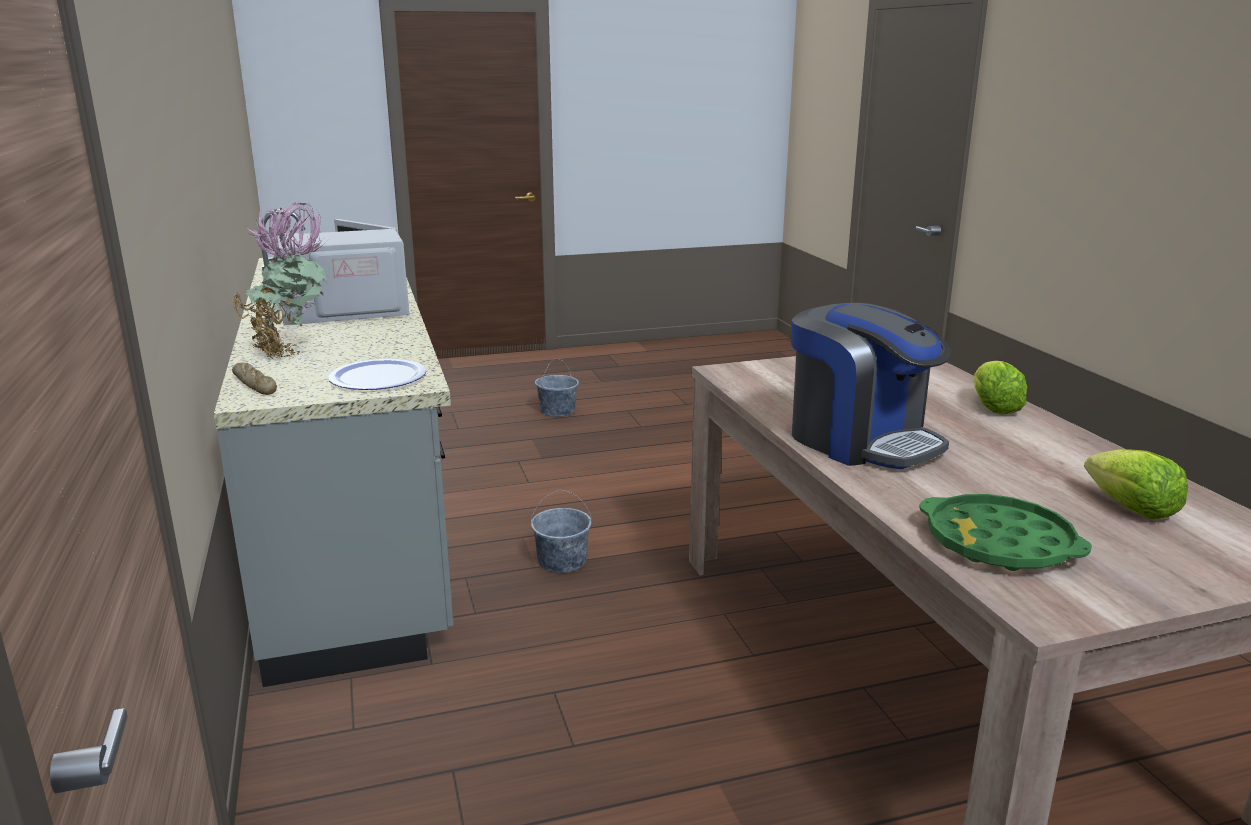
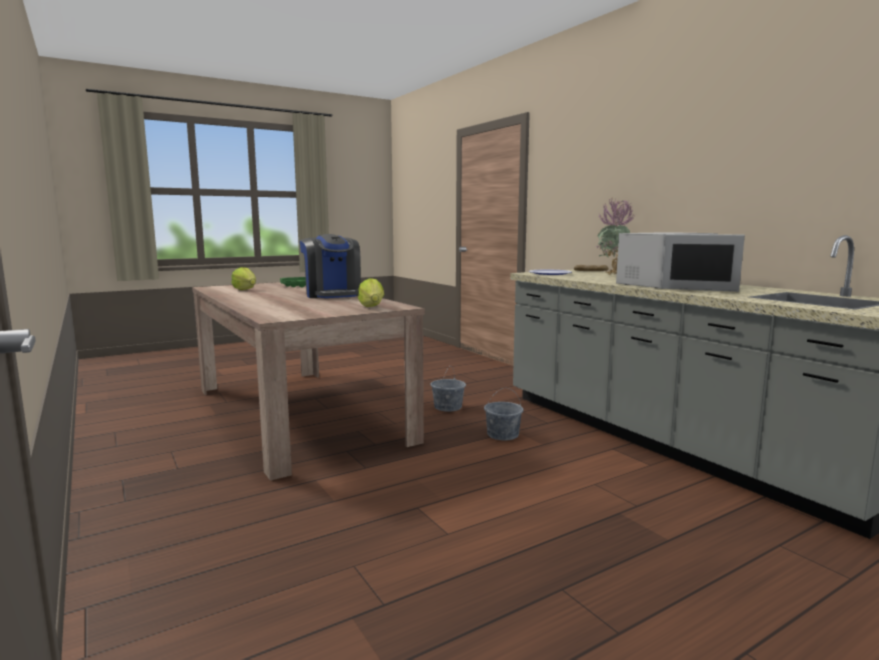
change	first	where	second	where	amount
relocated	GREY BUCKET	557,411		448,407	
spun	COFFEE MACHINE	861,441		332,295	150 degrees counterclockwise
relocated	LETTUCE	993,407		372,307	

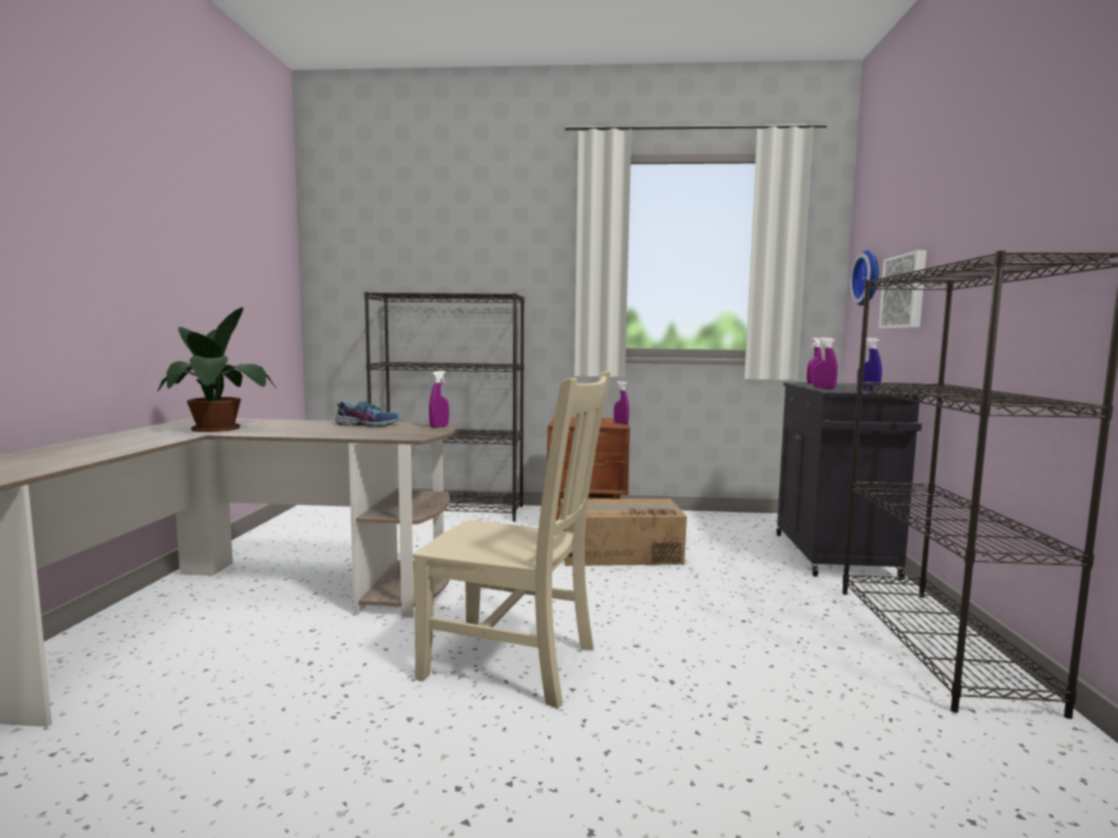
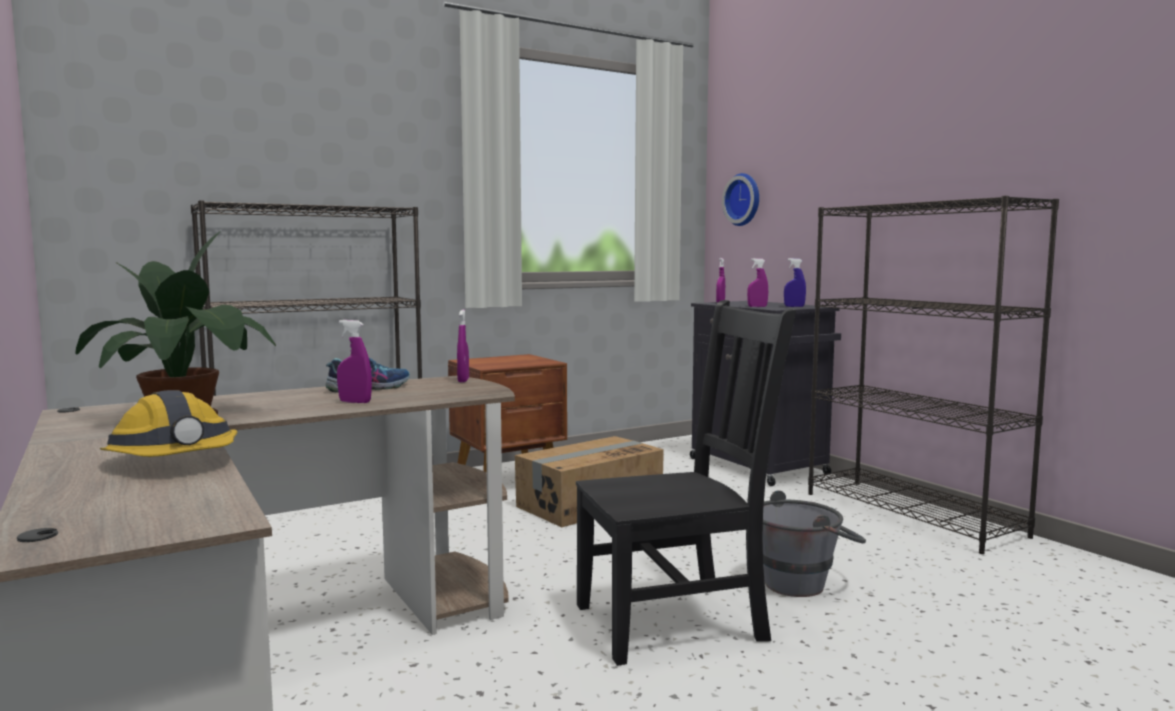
change	first	where	second	where	amount
colour	BEIGE CHAIR	515,663	BLACK CHAIR	676,621	
relocated	PURPLE SPRAY BOTTLE	621,423		355,402	
missing	PICTURE	905,291			
appeared			HARD HAT	174,460	
appeared			GREY BUCKET	805,583	

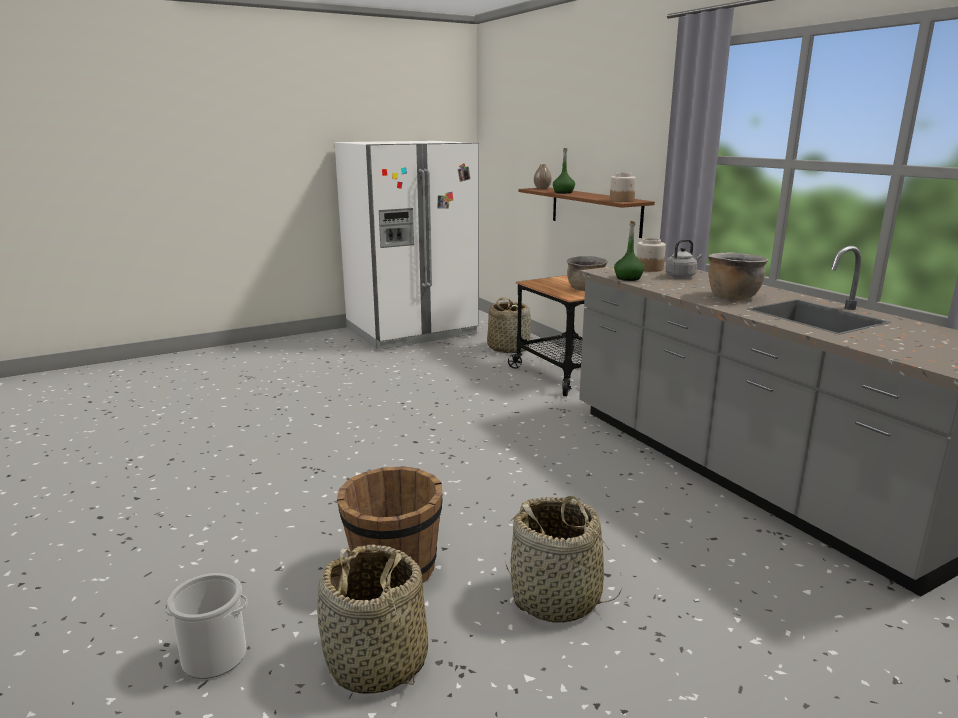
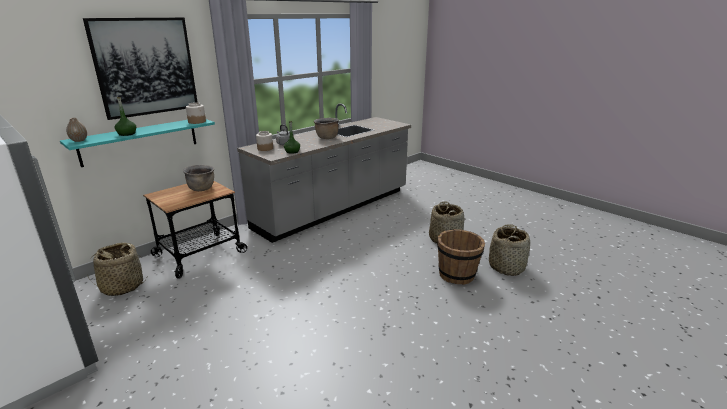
change	first	where	second	where	amount
missing	BUCKET	213,657			
colour	BROWN SHELF	595,211	TURQUOISE SHELF	140,141	
appeared			PICTURE	145,67	

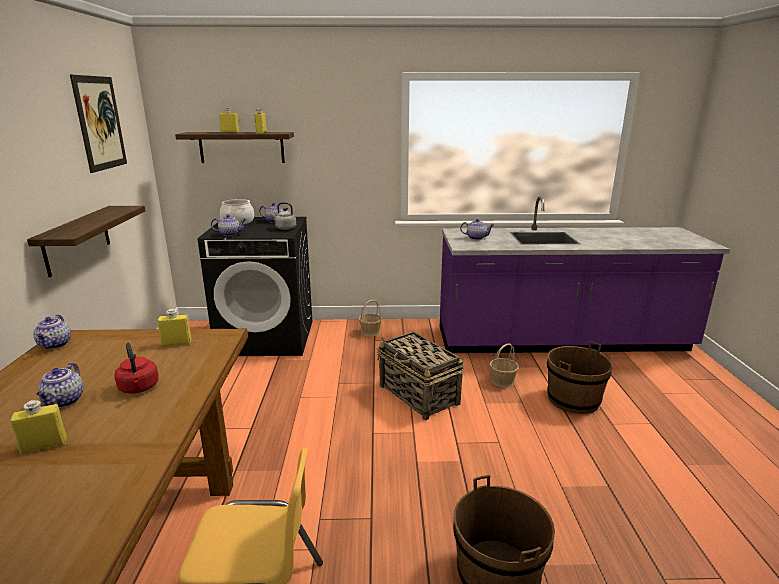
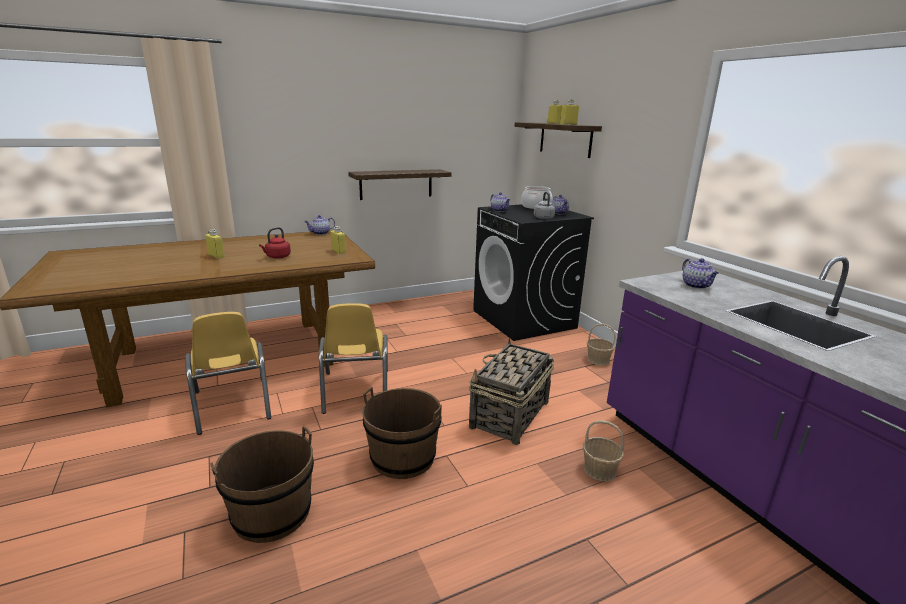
change	first	where	second	where	amount
missing	TEAPOT	64,401			
missing	PICTURE	100,123			
relocated	BROWN BUCKET	573,400		402,458	
appeared			YELLOW CHAIR	355,391	

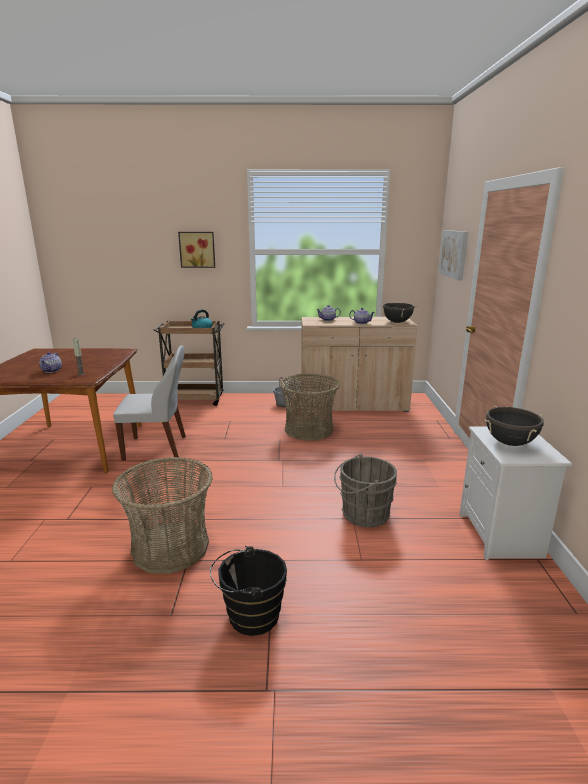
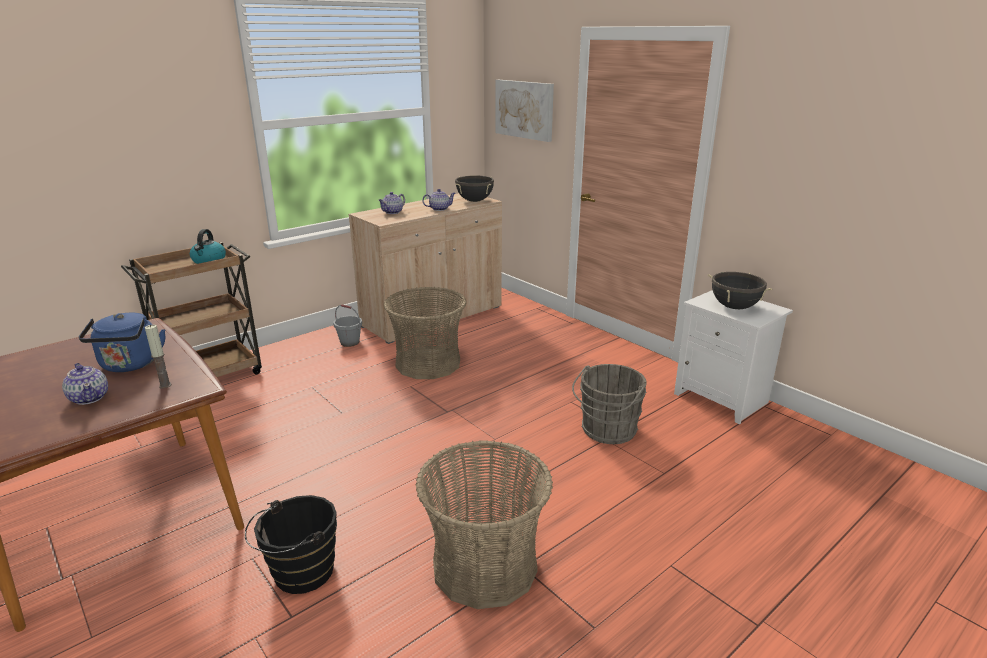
change	first	where	second	where	amount
missing	WHITE CHAIR	157,448			
missing	PICTURE	197,249			
relocated	BLACK BUCKET	249,615		299,574	
appeared			BLUE KETTLE	130,365	

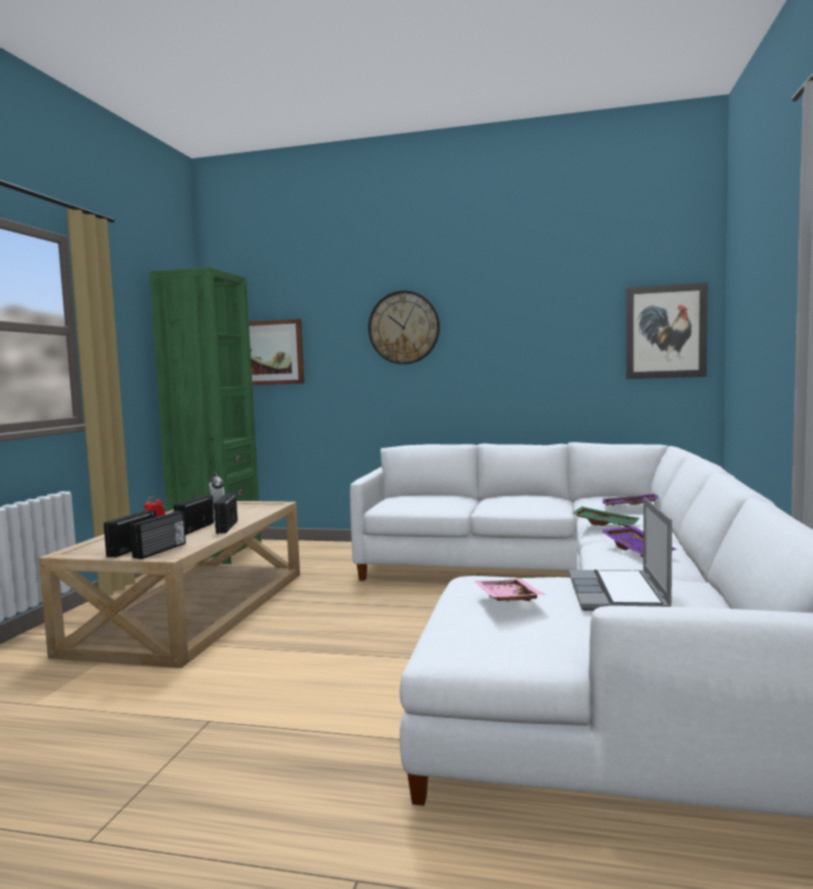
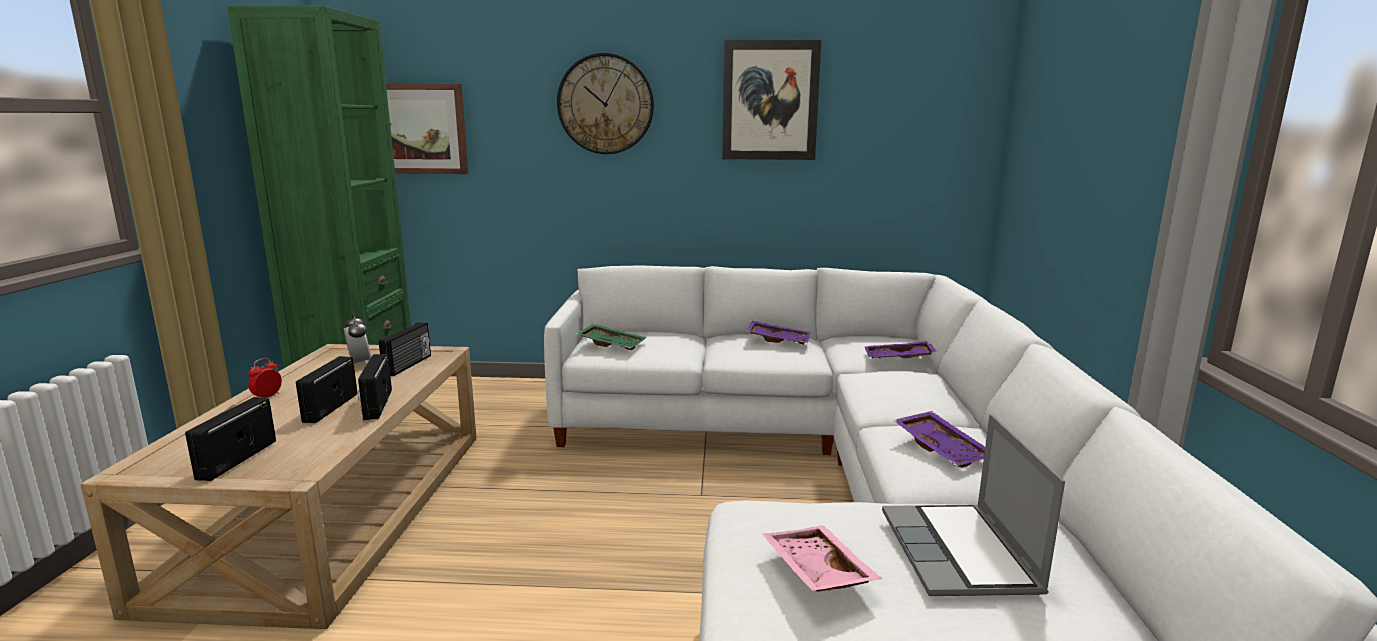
change	first	where	second	where	amount
relocated	RADIO	161,550		408,365	
relocated	GREEN TRAY	606,524		612,344	
relocated	PICTURE	665,331		770,101	
appeared			PURPLE TRAY	778,340	

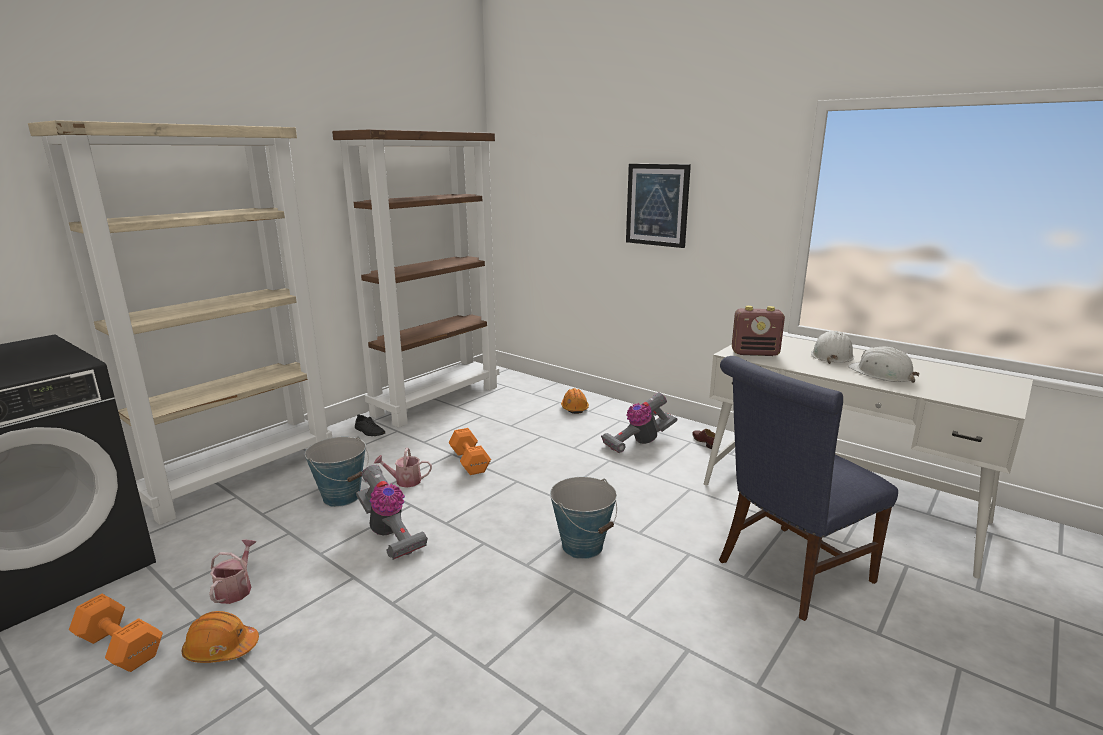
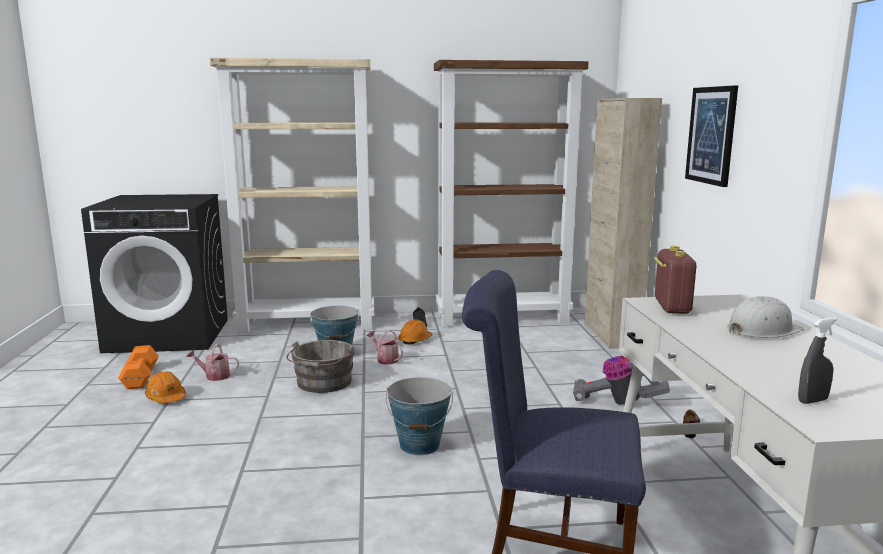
change	first	where	second	where	amount
spun	WATERING CAN	236,589		214,376	135 degrees counterclockwise
exchanged	VACUUM CLEANER	389,534	GREY BUCKET	323,383	
missing	ORANGE DUMBBELL	469,461			
relocated	ORANGE HARD HAT	574,408		415,340	
spun	RADIO	755,353		671,307	135 degrees counterclockwise
missing	WHITE HARD HAT	881,373			
appeared			BEIGE CABINET	611,335	
appeared			GREY SPRAY BOTTLE	812,401	

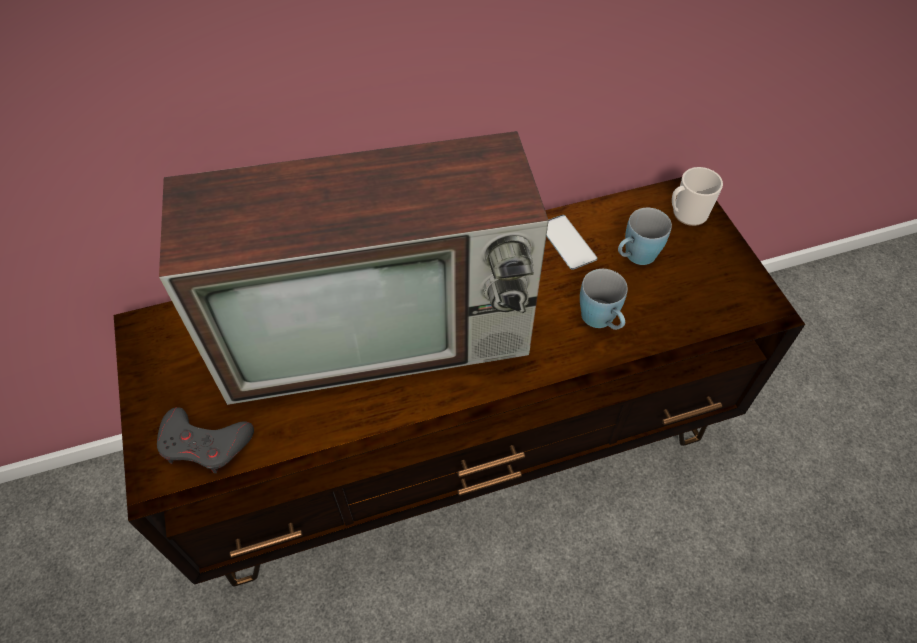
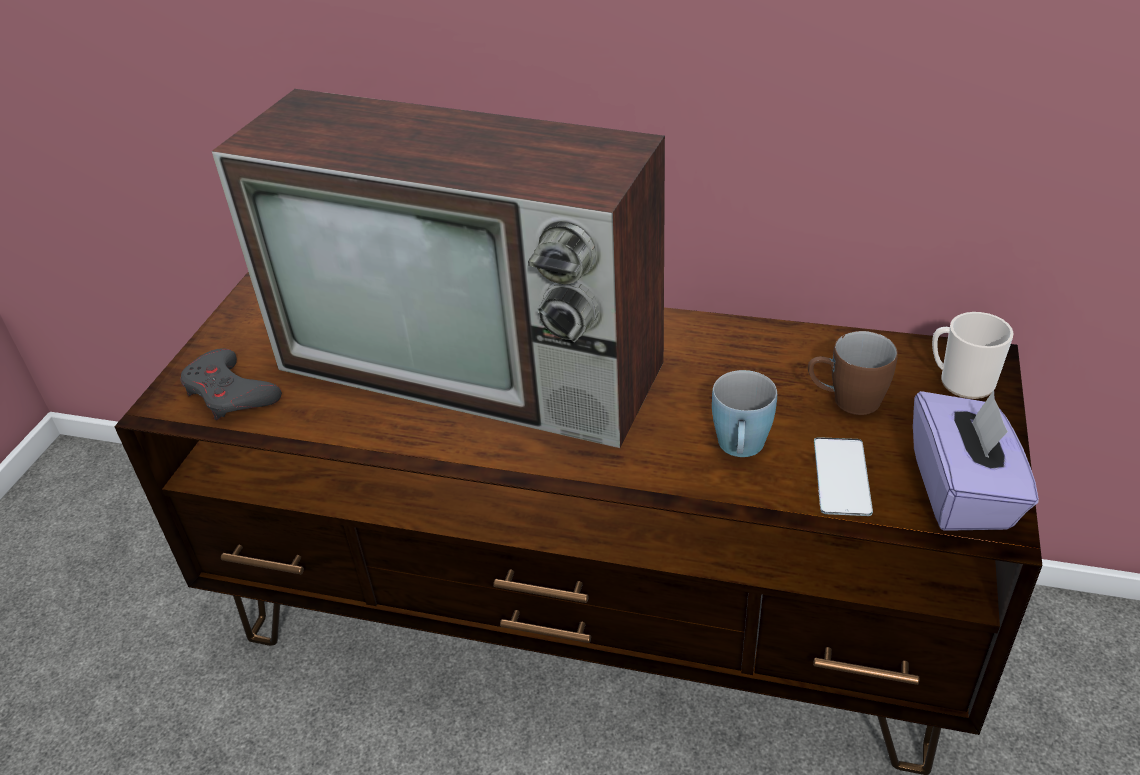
change	first	where	second	where	amount
relocated	PHONE	567,242		841,476	
colour	BLUE MUG	635,257	BROWN MUG	845,401	
appeared			PURPLE TISSUE BOX	962,491	

